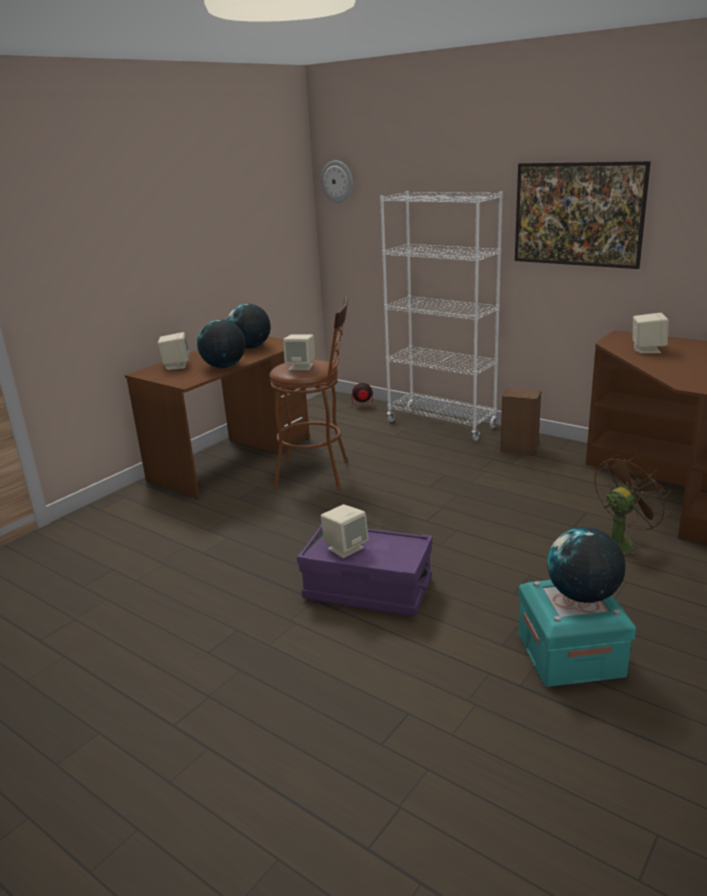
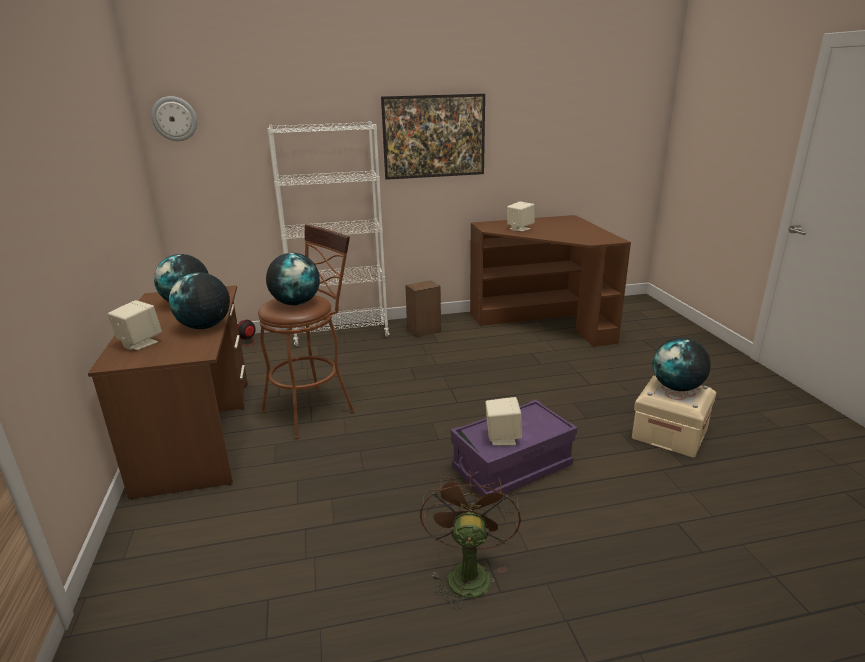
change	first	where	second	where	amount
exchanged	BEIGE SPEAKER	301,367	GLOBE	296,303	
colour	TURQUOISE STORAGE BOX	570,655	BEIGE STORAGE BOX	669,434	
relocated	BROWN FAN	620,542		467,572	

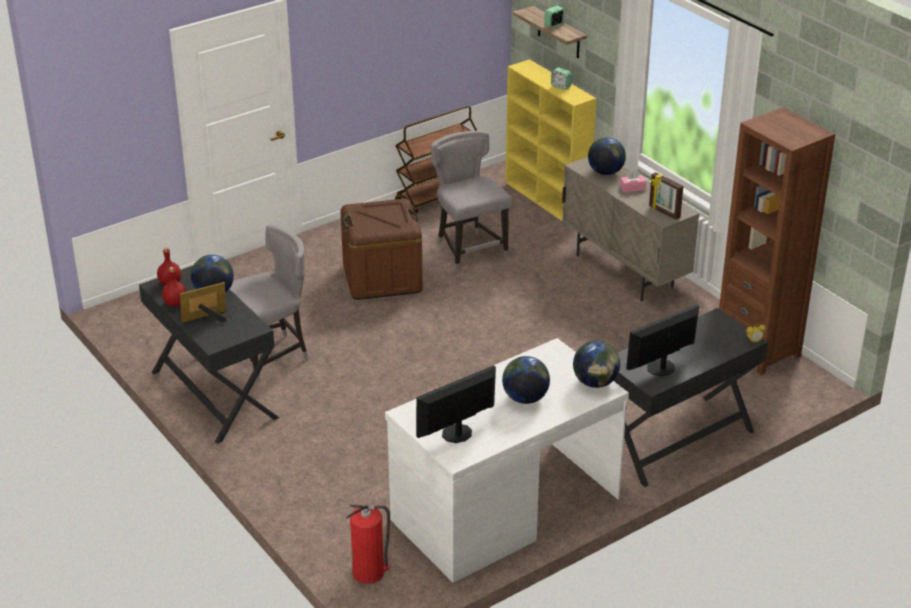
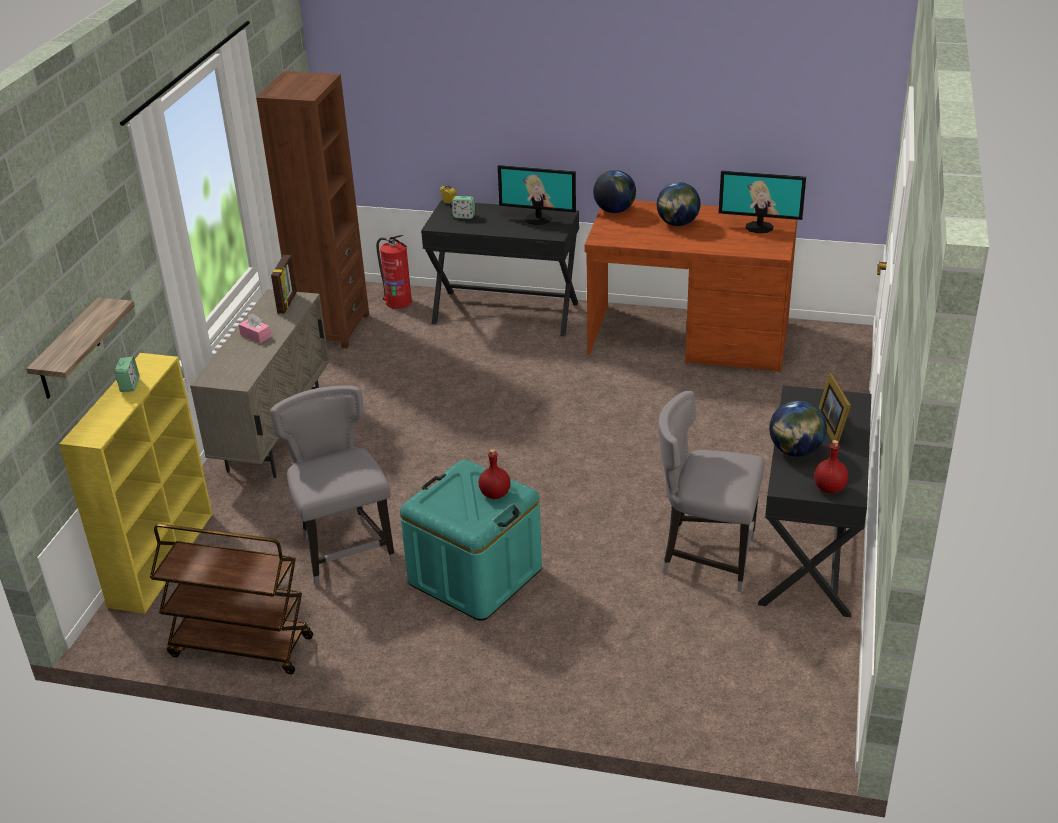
change	first	where	second	where	amount
relocated	RED BOTTLE	176,303		495,494	
spun	PICTURE FRAME	207,319		833,427	60 degrees clockwise
colour	BROWN STORAGE BOX	382,278	TURQUOISE STORAGE BOX	475,576	
relocated	FIRE EXTINGUISHER	369,572		398,302	
colour	WHITE DESK	504,508	BROWN DESK	689,338	
spun	GREY CHAIR	469,250		344,550	135 degrees clockwise
relocated	ALARM CLOCK	554,25		464,216	
missing	GLOBE	605,172			

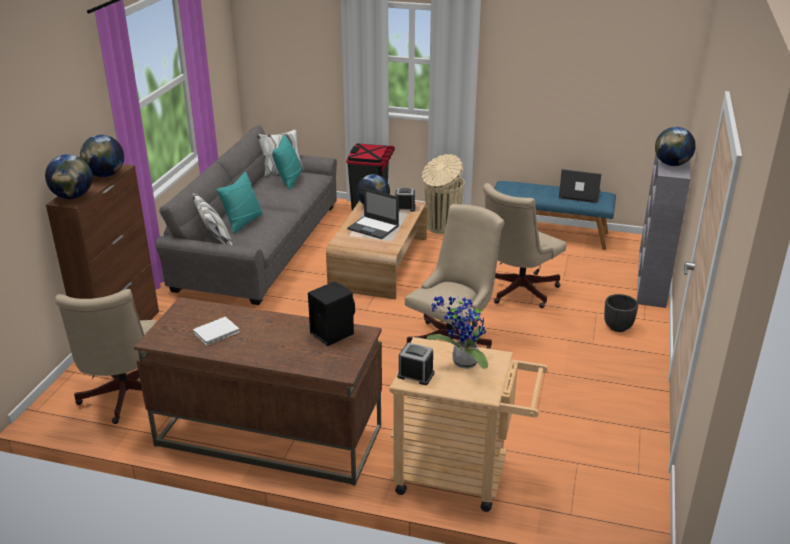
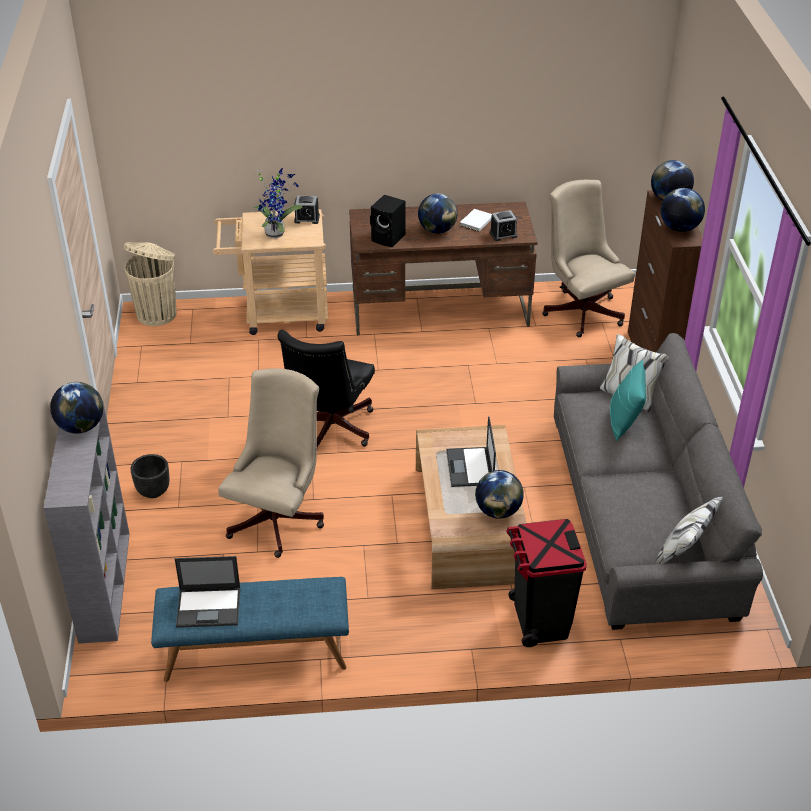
change	first	where	second	where	amount
missing	TURQUOISE PILLOW	289,180			
spun	LAPTOP	374,228		470,468	105 degrees counterclockwise
relocated	ALARM CLOCK	405,208		503,234	
colour	BEIGE OFFICE CHAIR	453,340	BLACK OFFICE CHAIR	328,430	
relocated	BEIGE TRASH CAN	441,227		157,313	
appeared			GLOBE	437,230	

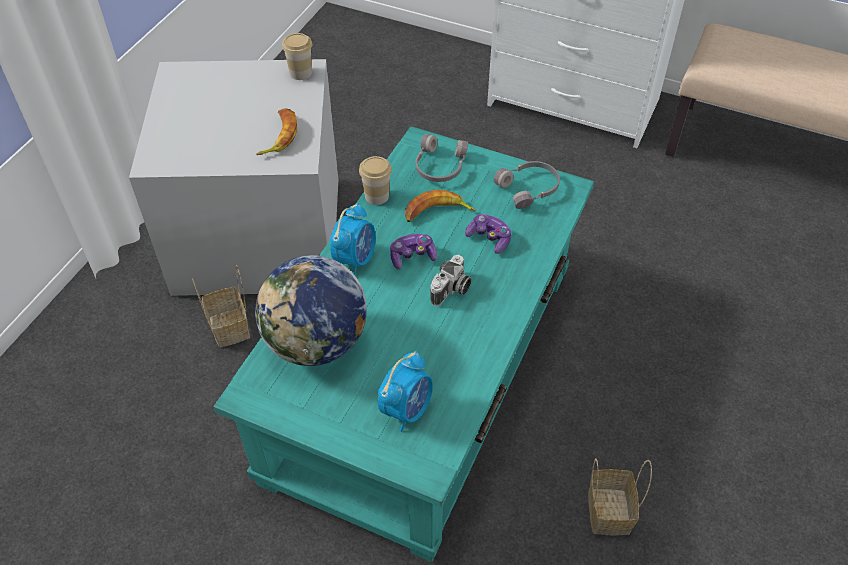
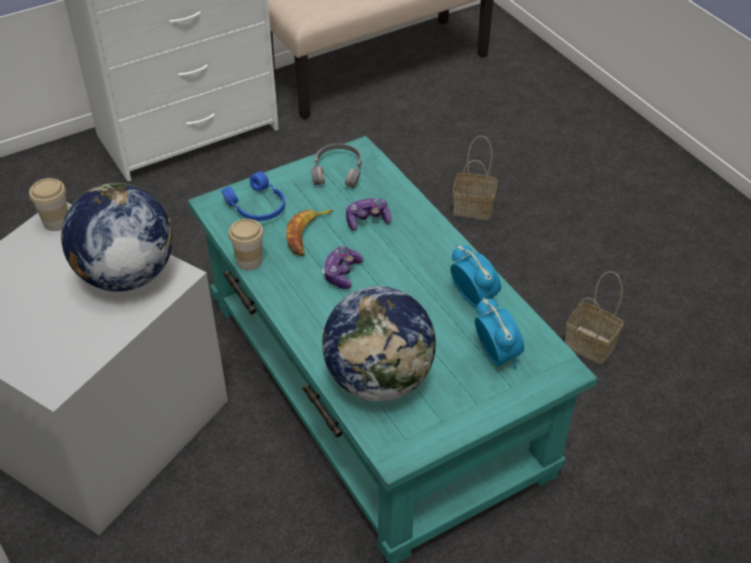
change	first	where	second	where	amount
relocated	BASKET	230,328		474,207	
exchanged	BANANA	278,136	GLOBE	126,275	
relocated	ALARM CLOCK	355,259		474,298	
colour	GREY HEADPHONES	439,166	BLUE HEADPHONES	256,207	
missing	PHOTO CAMERA	451,290			

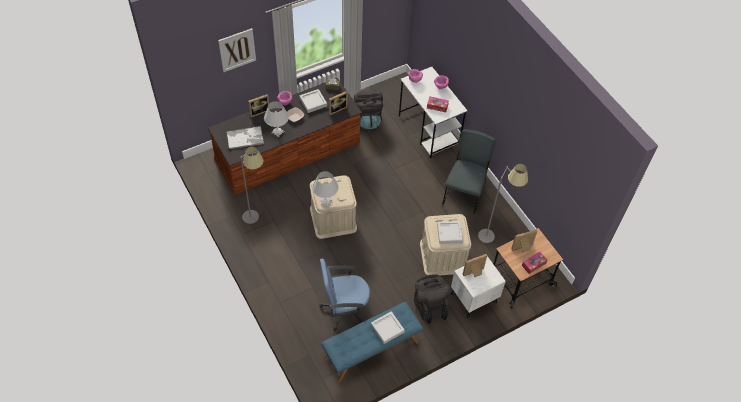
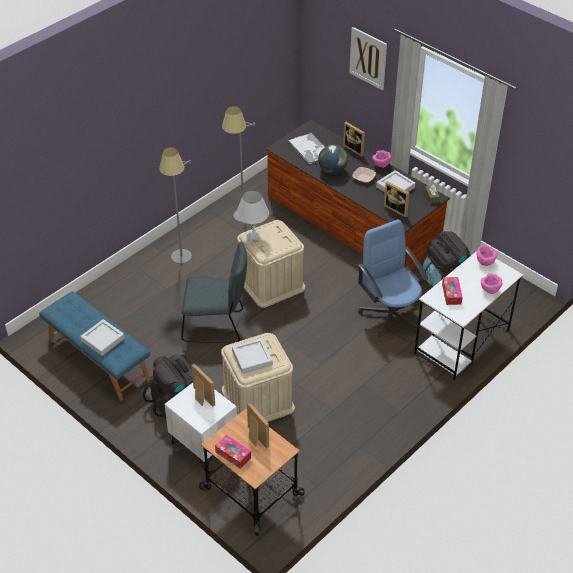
change	first	where	second	where	amount
exchanged	WHITE TABLE LAMP	277,132	GLOBE	332,171	
relocated	BLUE OFFICE CHAIR	344,309		390,314	
relocated	GREY CHAIR	464,192		216,326	
relocated	GREY FLOOR LAMP	494,237		182,262	

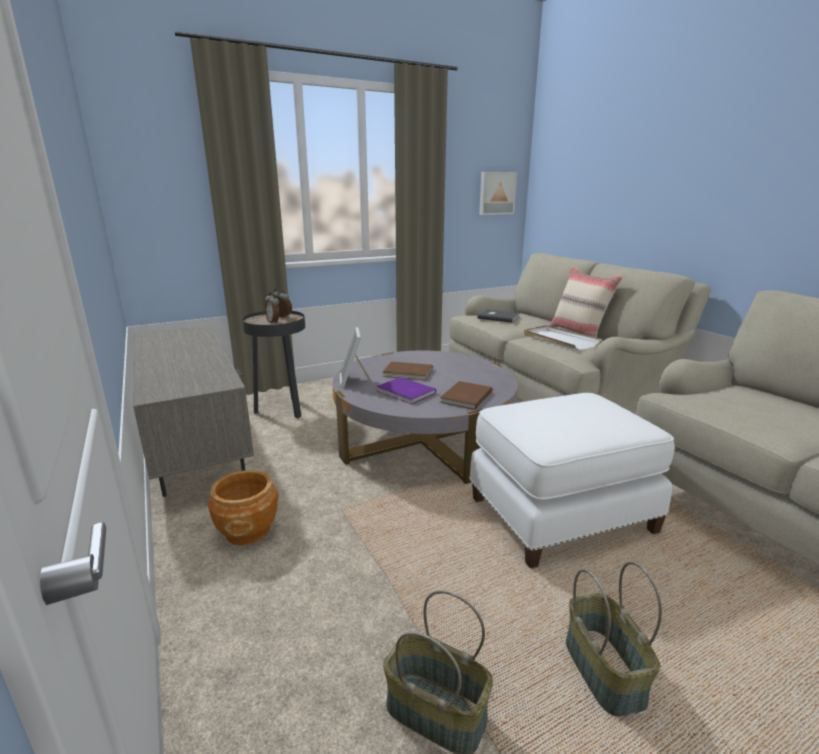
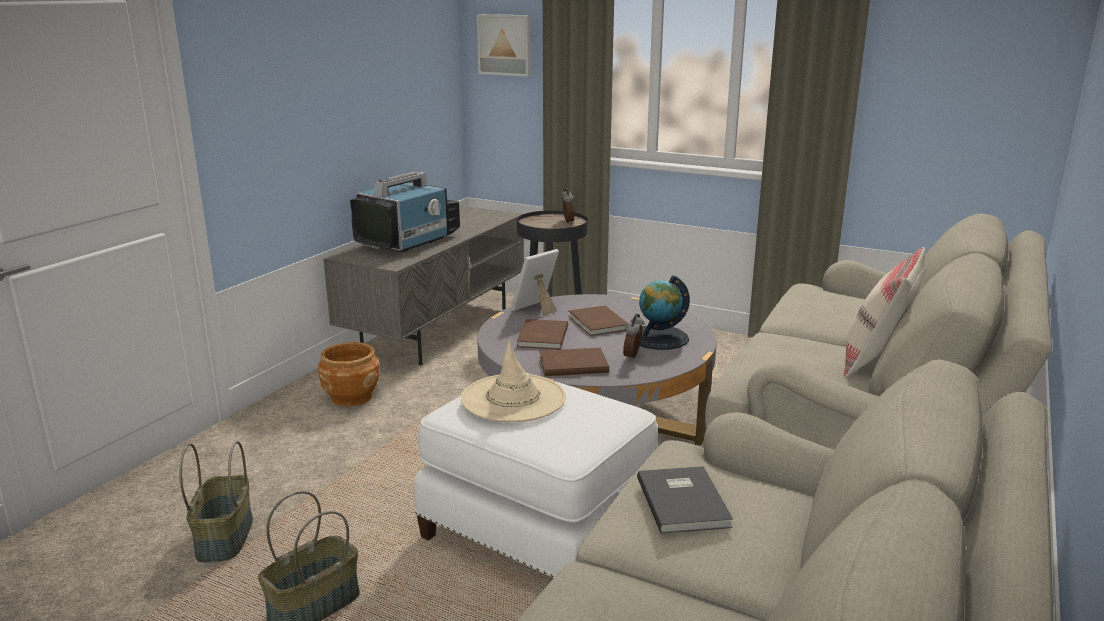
change	first	where	second	where	amount
relocated	ALARM CLOCK	274,322		633,356	
colour	PURPLE BOOK	405,392	BROWN BOOK	541,337	
relocated	GREY BOOK	498,317		684,501	
relocated	PICTURE	496,193		505,45	
missing	WHITE TRAY	559,340			
appeared			TELEVISION	409,241	
appeared			BEIGE HAT	513,398	
appeared			GLOBE	659,338	

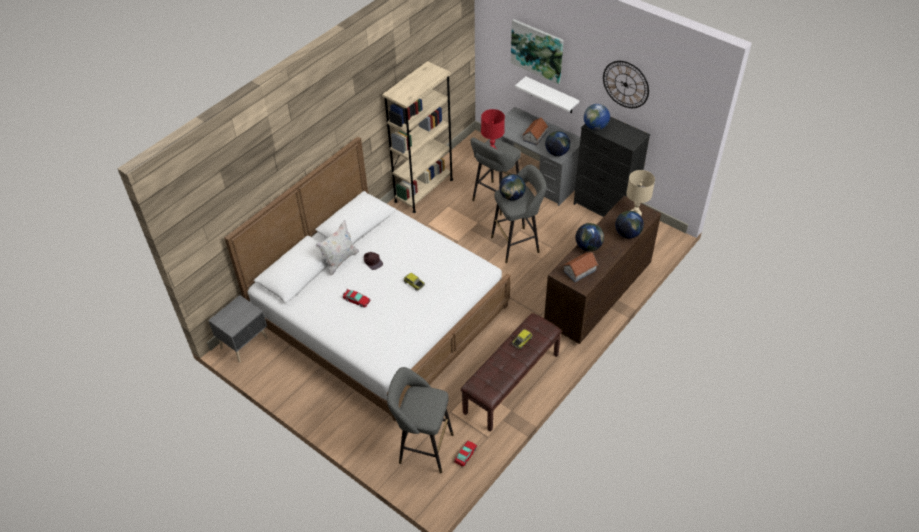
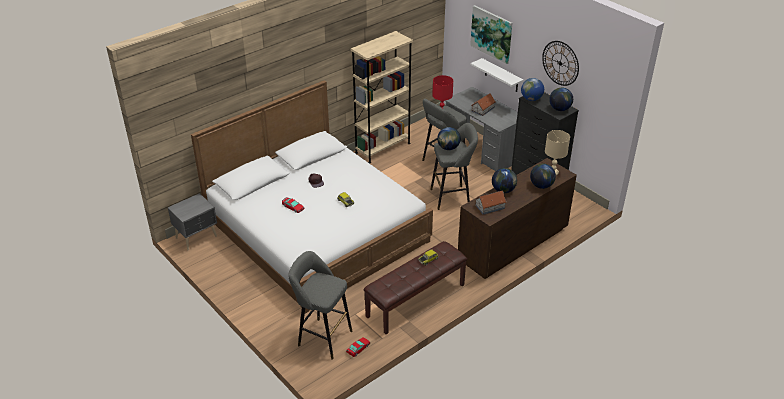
change	first	where	second	where	amount
missing	WHITE PILLOW	340,261			
relocated	GLOBE	557,153		559,109	

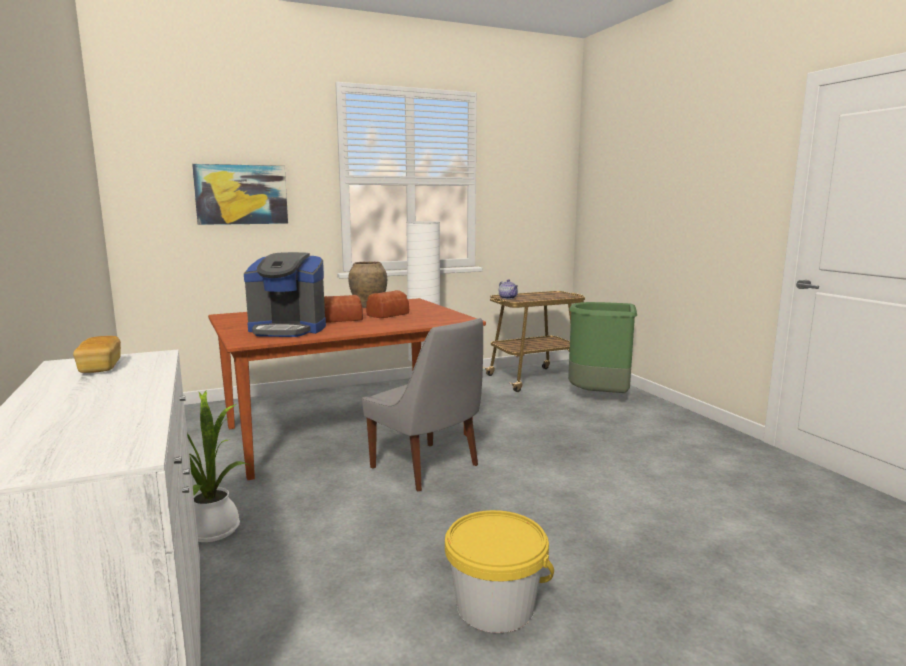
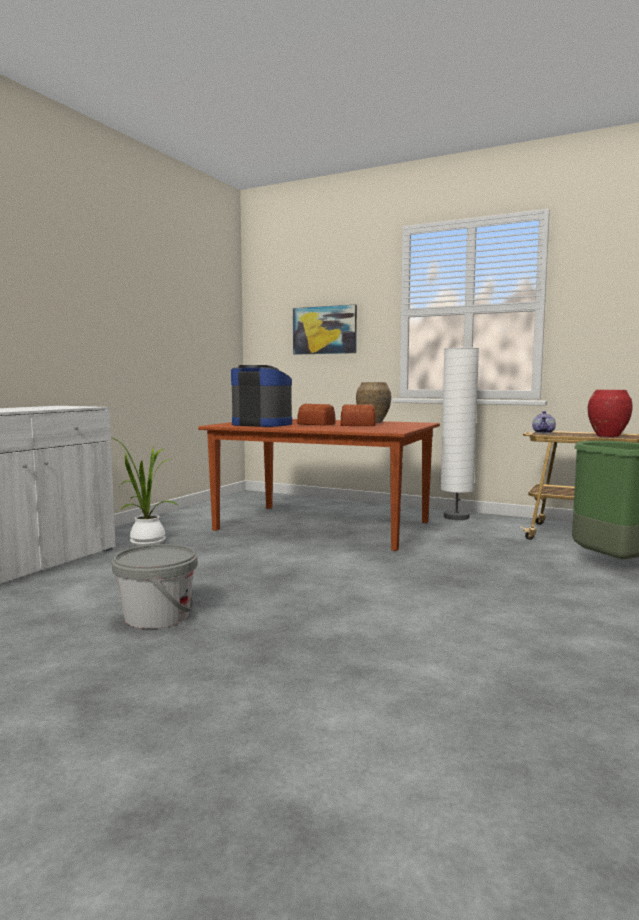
change	first	where	second	where	amount
missing	BREAD	100,367			
spun	COFFEE MACHINE	288,329		262,424	150 degrees clockwise
missing	GREY CHAIR	427,468			
colour	YELLOW BUCKET	495,606	GREY BUCKET	157,616	
appeared			RED VASE	607,436	

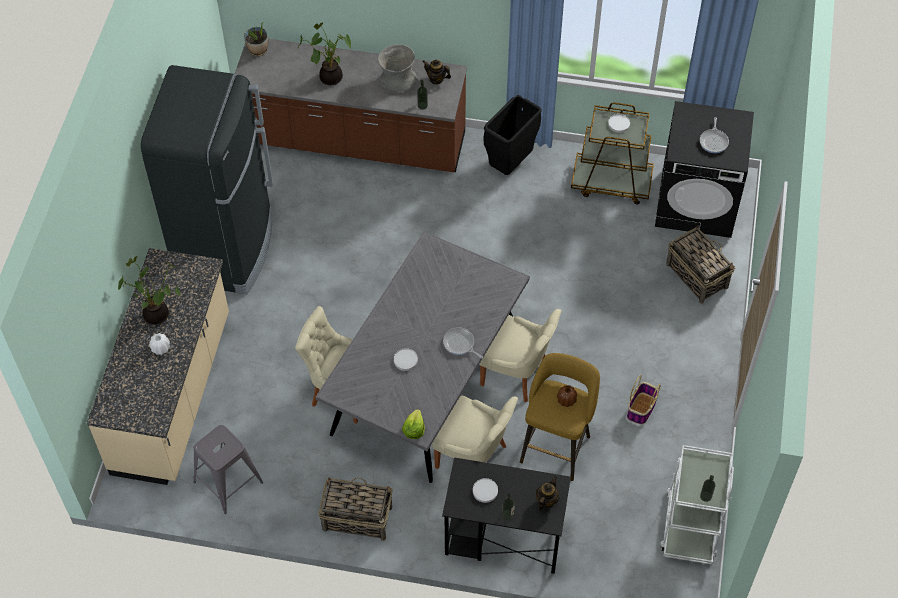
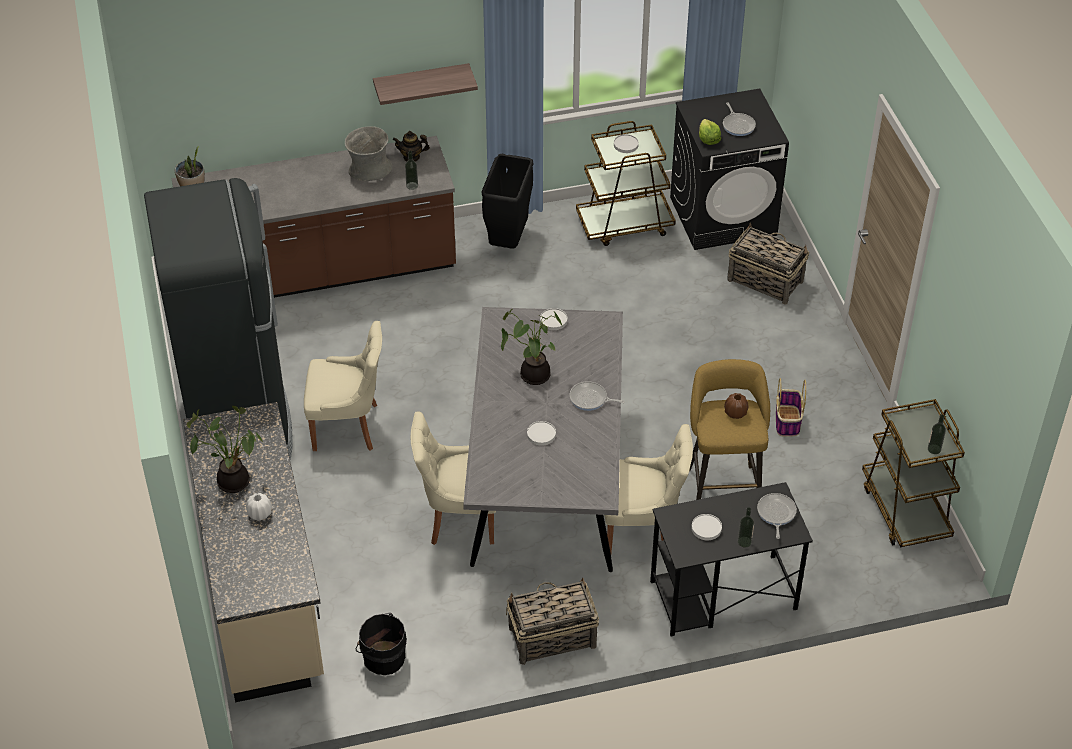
change	first	where	second	where	amount
exchanged	GREY STOOL	228,482	BLACK BUCKET	382,657	
relocated	POTTED PLANT	329,76		532,374	
relocated	LETTUCE	414,429		708,139	
relocated	BEIGE CHAIR	517,373		348,426	
exchanged	TEAPOT	546,500	FRYING PAN	776,514	
colour	WHITE CART	690,524	BROWN CART	905,510	
appeared			SHELF	421,83	
appeared			WHITE PLATE	553,320	

